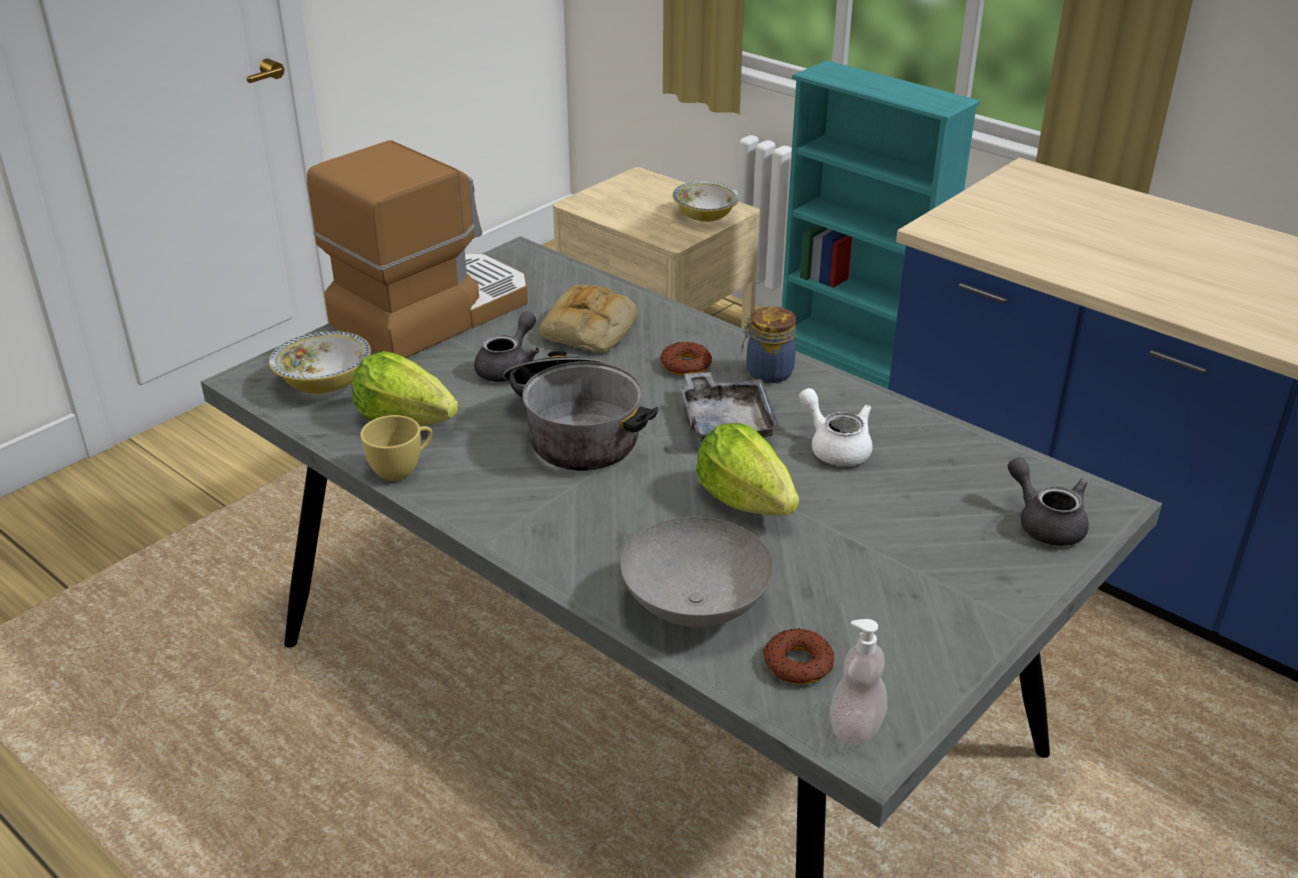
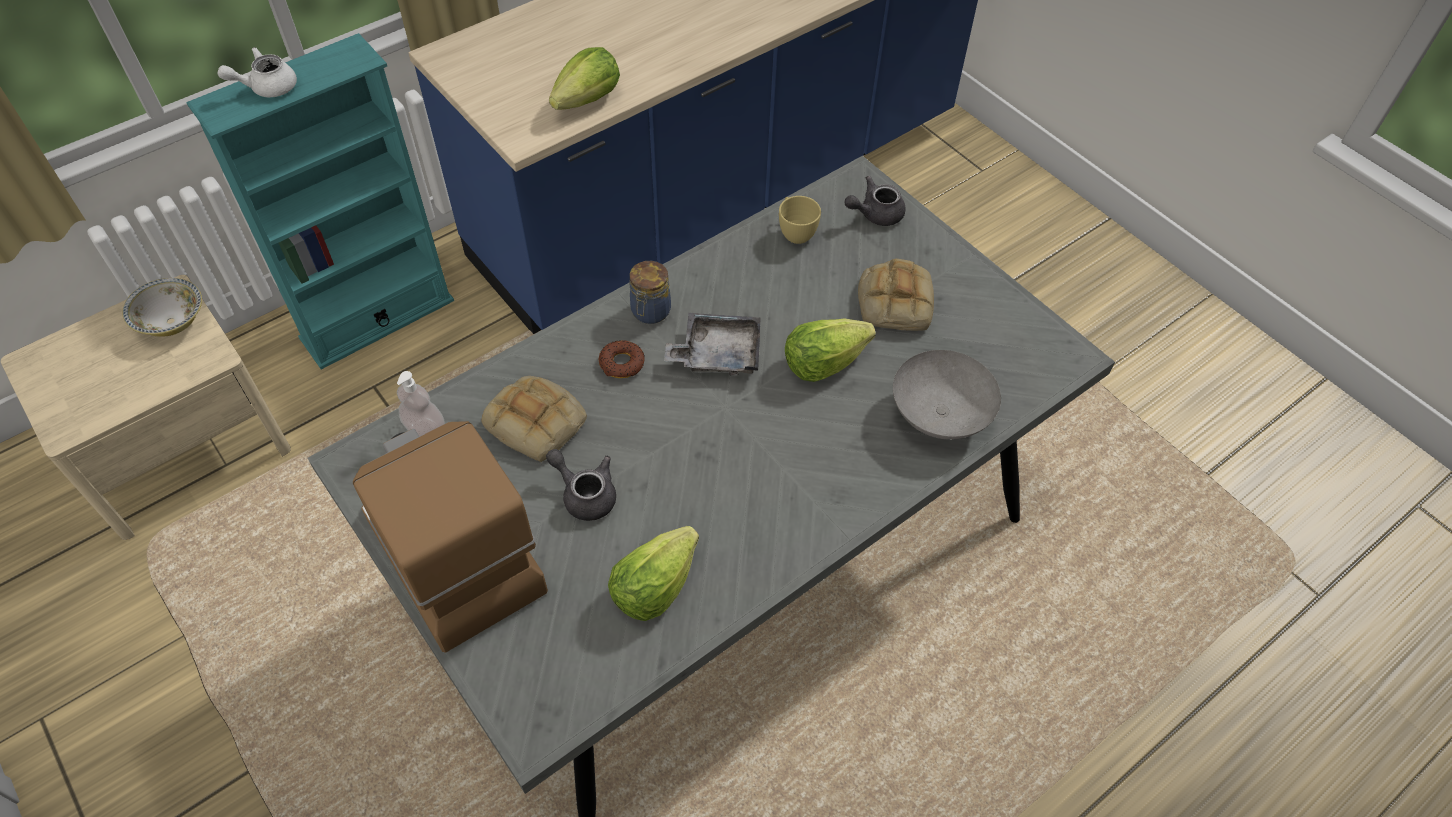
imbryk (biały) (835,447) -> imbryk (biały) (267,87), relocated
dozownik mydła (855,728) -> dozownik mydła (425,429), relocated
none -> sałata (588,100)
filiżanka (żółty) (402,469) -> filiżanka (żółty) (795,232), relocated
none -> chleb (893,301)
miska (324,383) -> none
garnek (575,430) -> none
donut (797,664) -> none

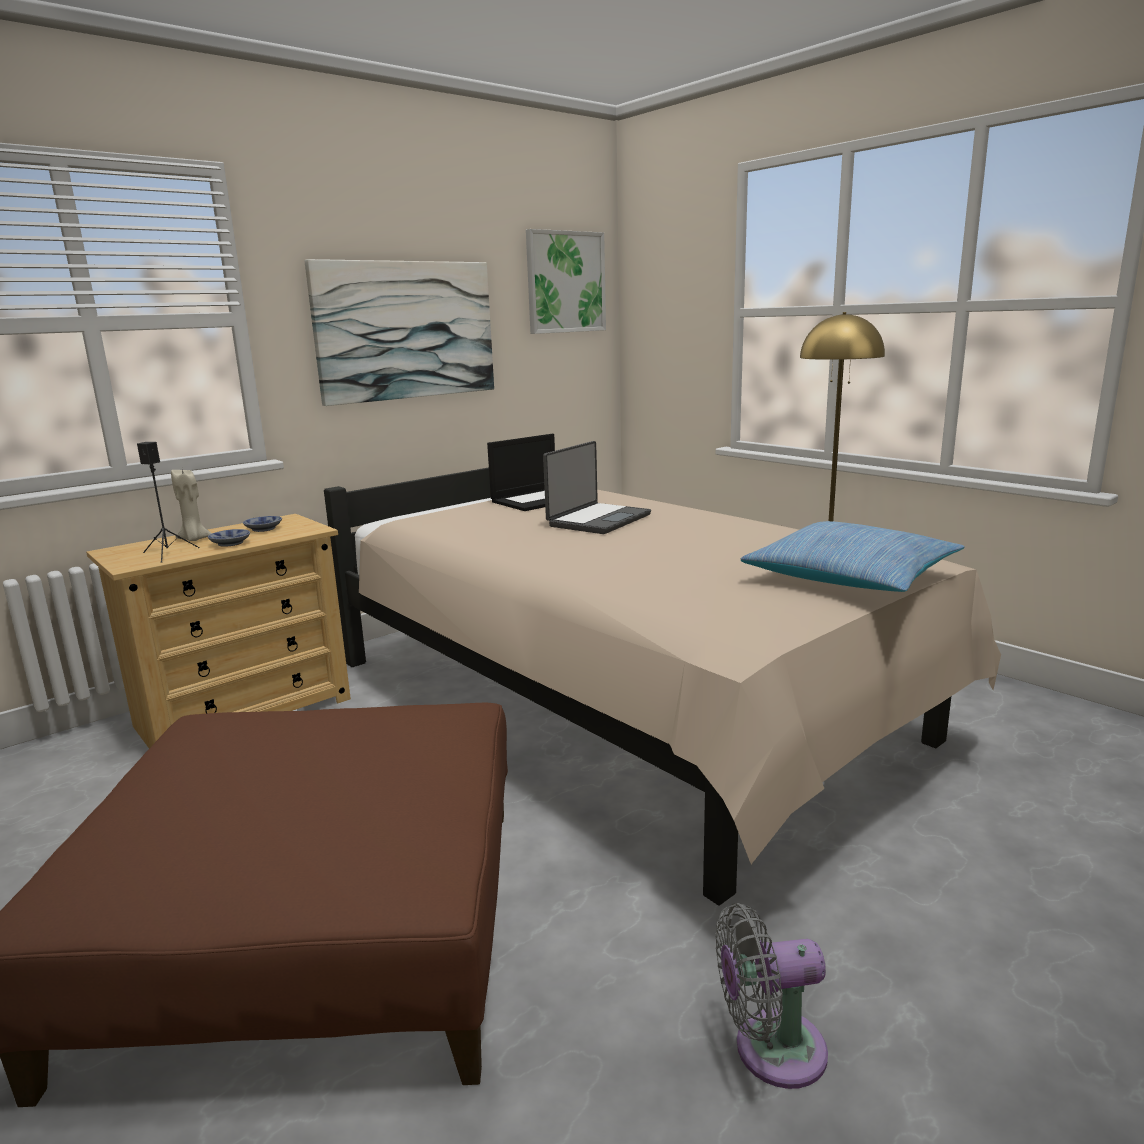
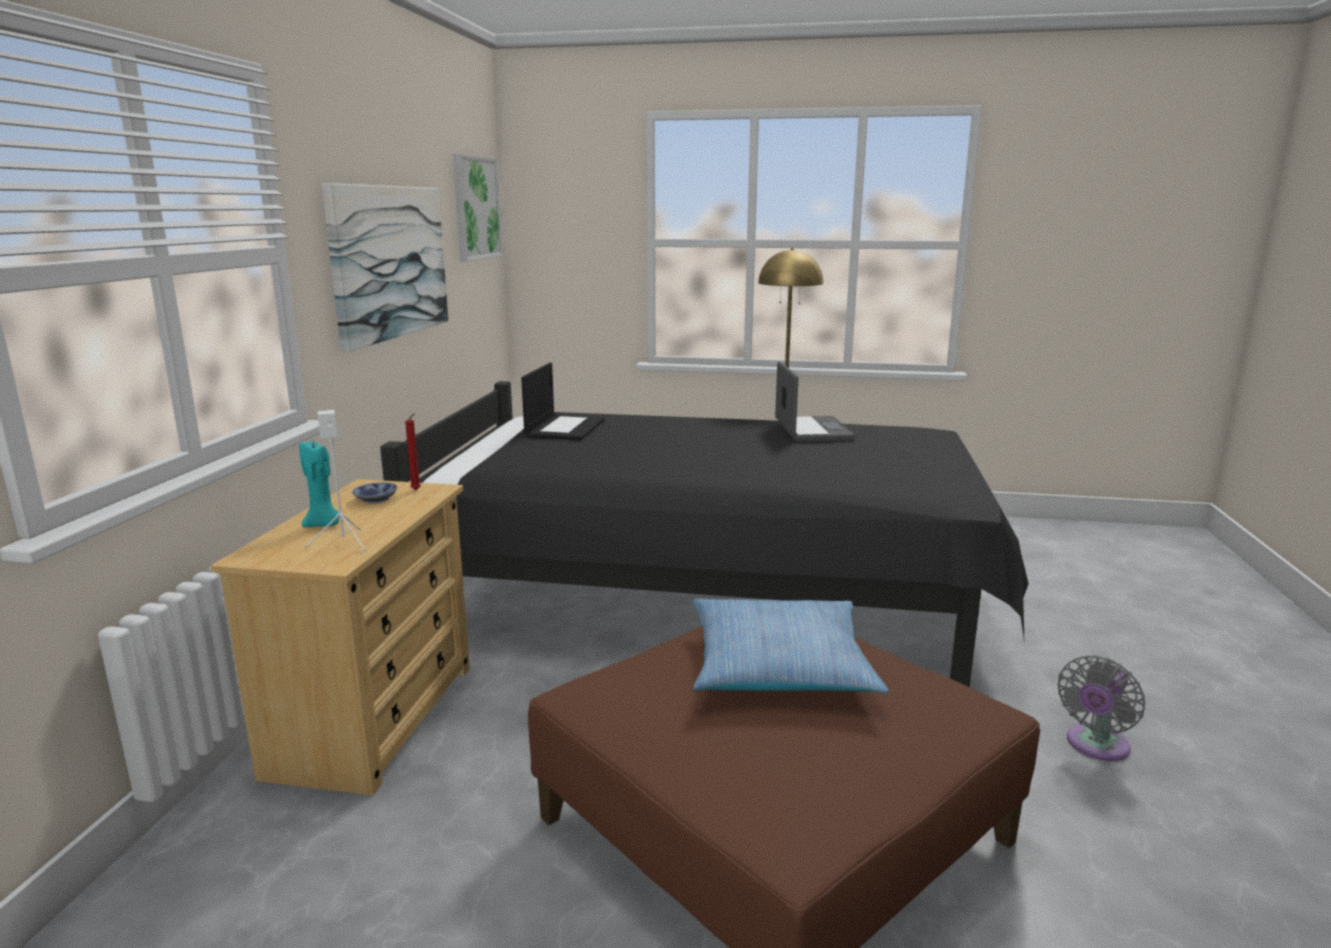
świeca (beżowy) (194,539) -> świeca (turkusowy) (324,524)
głośnik (czarny) (169,554) -> głośnik (biały) (344,543)
łóżko (beżowy) (624,705) -> łóżko (czarny) (713,597)
none -> świeca (czerwony) (417,490)
poduszka (851,577) -> poduszka (779,665), relocated
laptop (597,520) -> laptop (811,431), relocated
miska (230,544) -> none

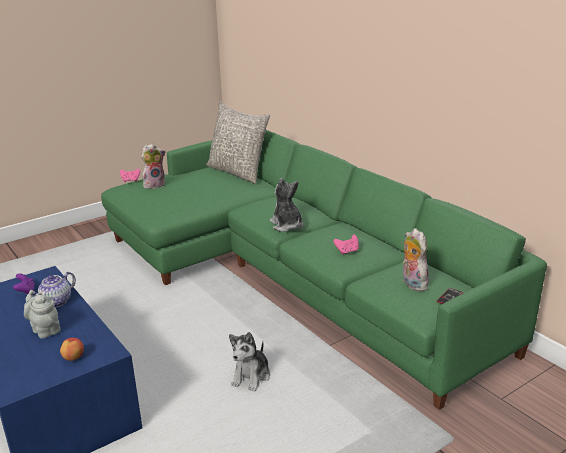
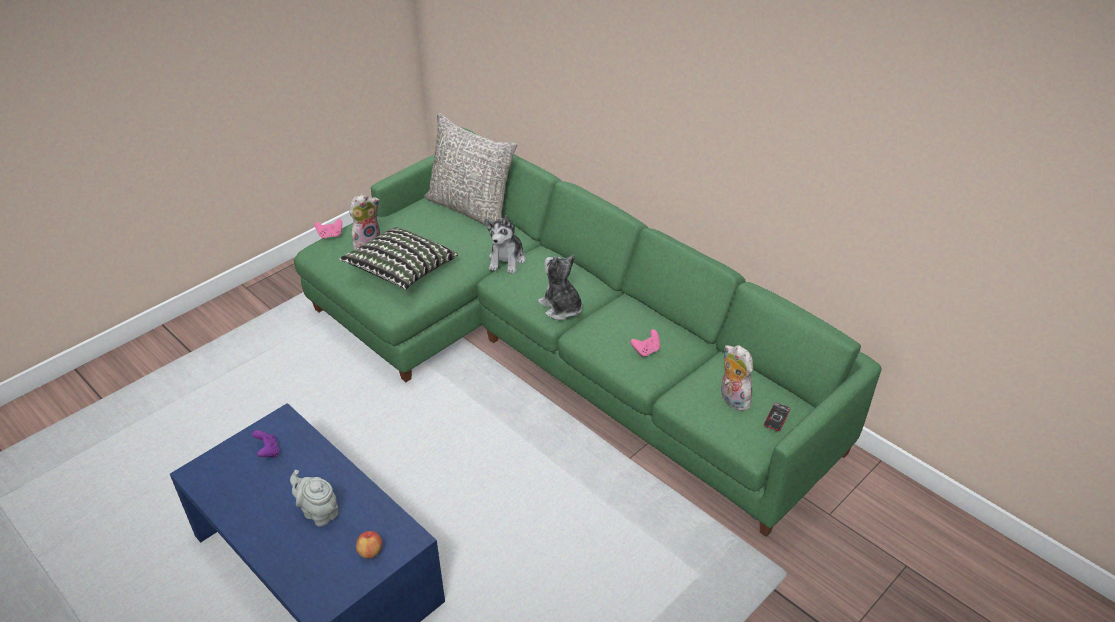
none -> poduszka (401,271)
pluszak (251,377) -> pluszak (507,260), relocated
imbryk (56,302) -> none

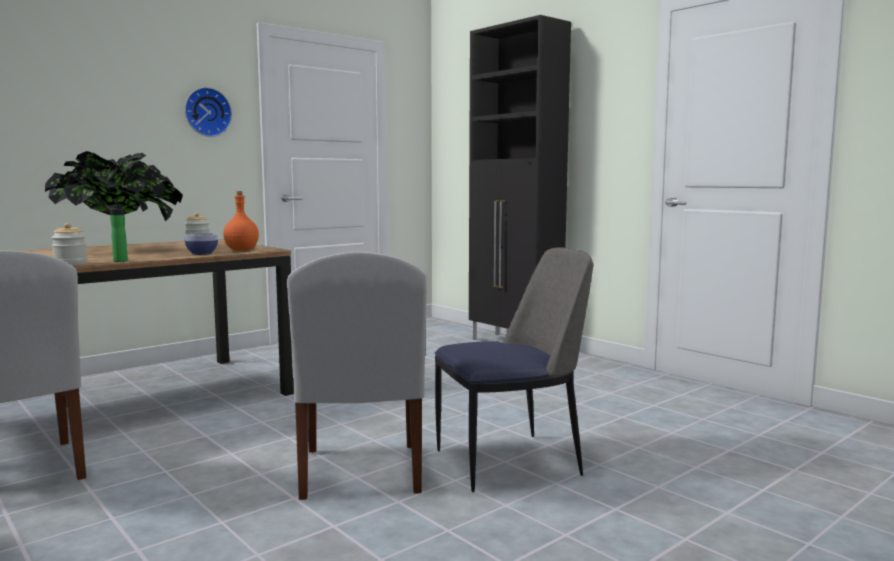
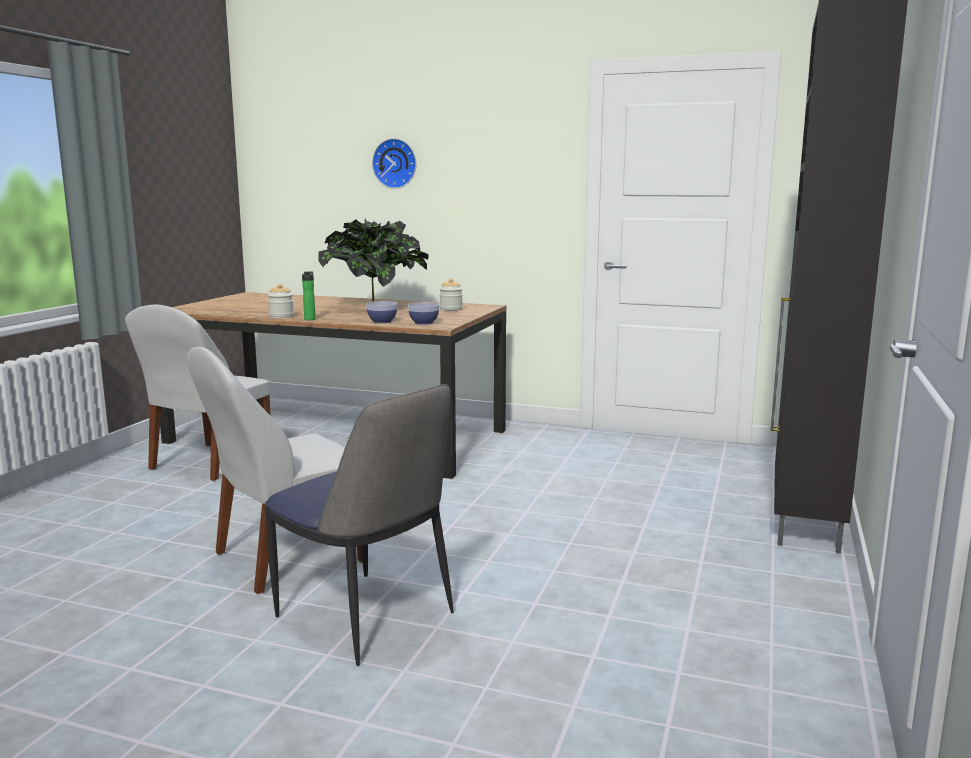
zegar ścienny (207,112) -> zegar ścienny (395,163), relocated
butelka (pomarańczowy) (241,250) -> miska (423,323)

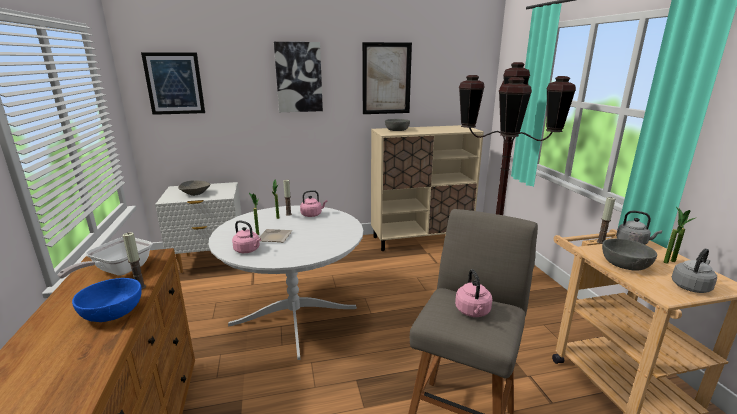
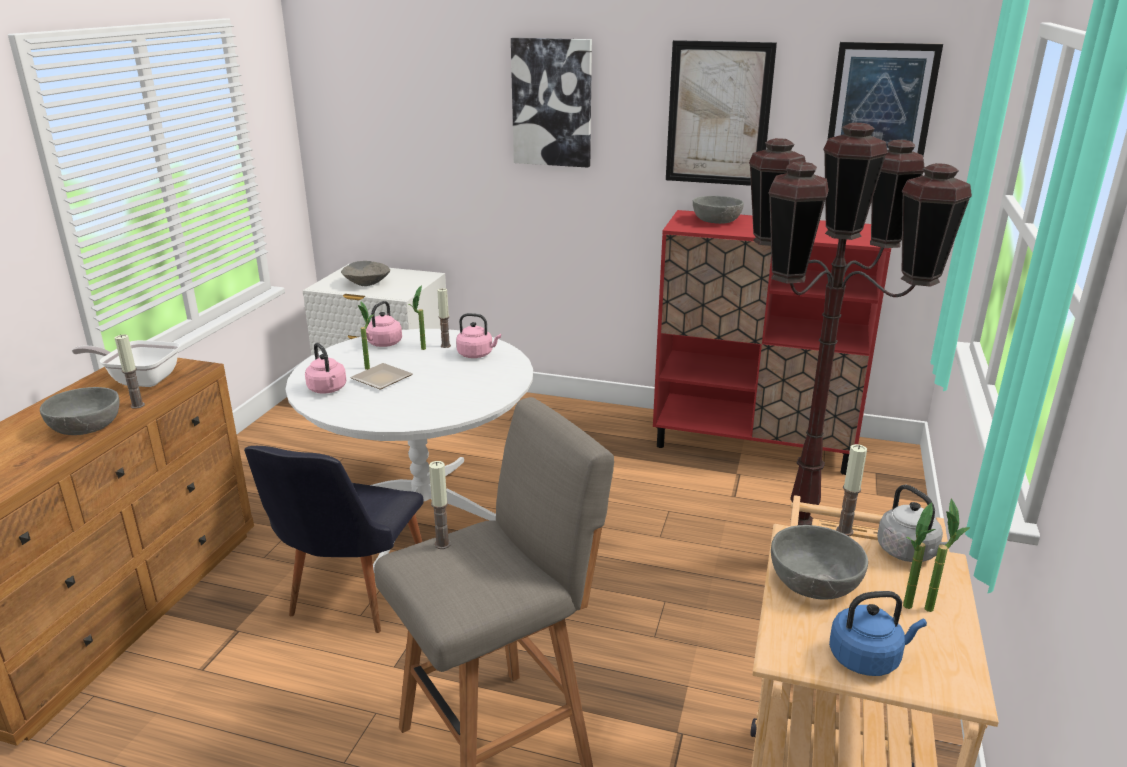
miska (niebieski) (112,311) -> miska (szary) (86,426)
patelnia (118,271) -> patelnia (140,380), 45 degrees clockwise
none -> krzesło (czarny) (350,598)
czajnik (różowy) (473,312) -> czajnik (różowy) (383,344), relocated
none -> świeca (442,544)
szafka (beżowy) (421,239) -> szafka (czerwony) (753,444)
obraz (174,83) -> obraz (881,102), relocated
czajnik (szary) (691,286) -> czajnik (niebieski) (867,658)

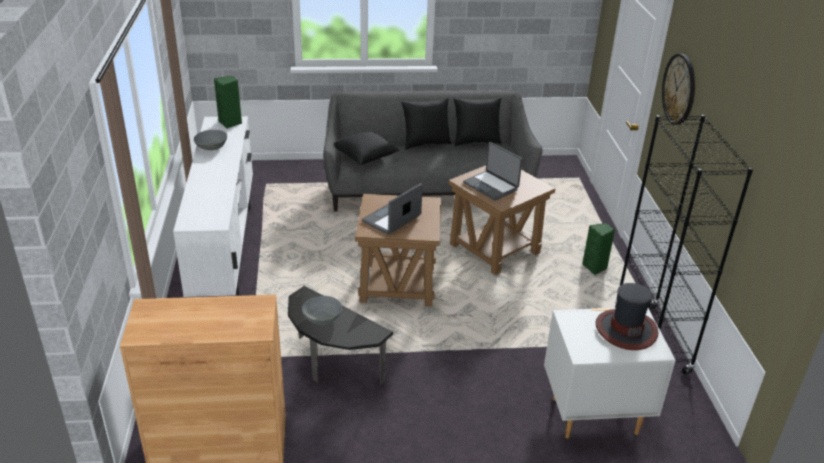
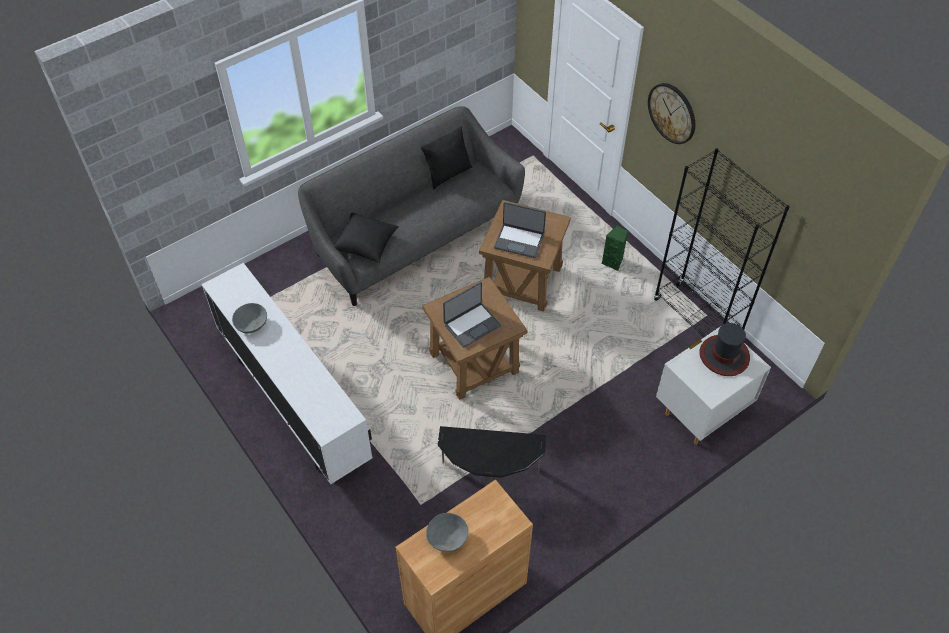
miska (szary) (323,318) -> miska (szary) (448,537), relocated
laptop (392,219) -> laptop (471,324), 135 degrees counterclockwise
głośnik (zielony) (230,123) -> none
poduszka (czarny) (425,143) -> none

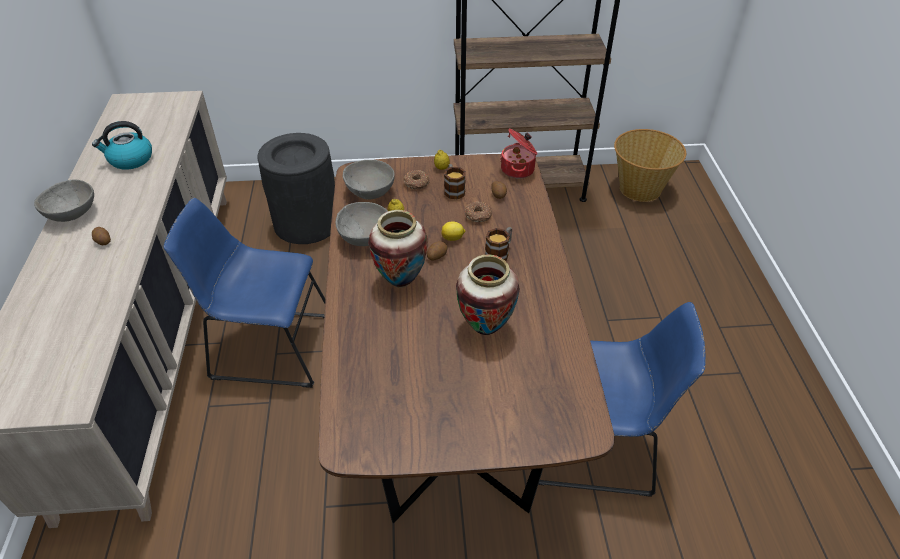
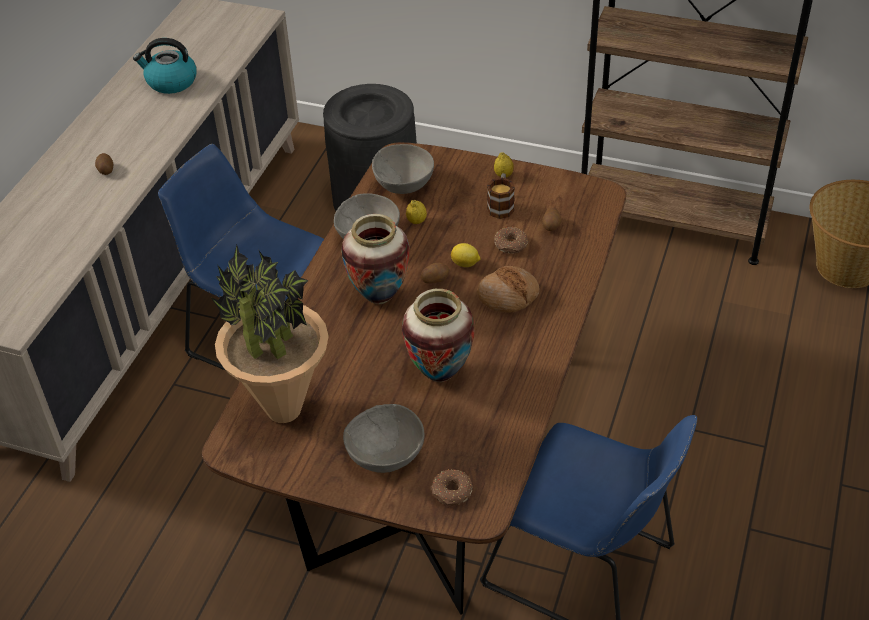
none -> roślina doniczkowa (283,410)
miska (szary) (72,214) -> miska (szary) (385,456), relocated
donut (416,183) -> donut (451,492), relocated
kubek (499,253) -> chleb (508,295)
garnek (518,169) -> none

